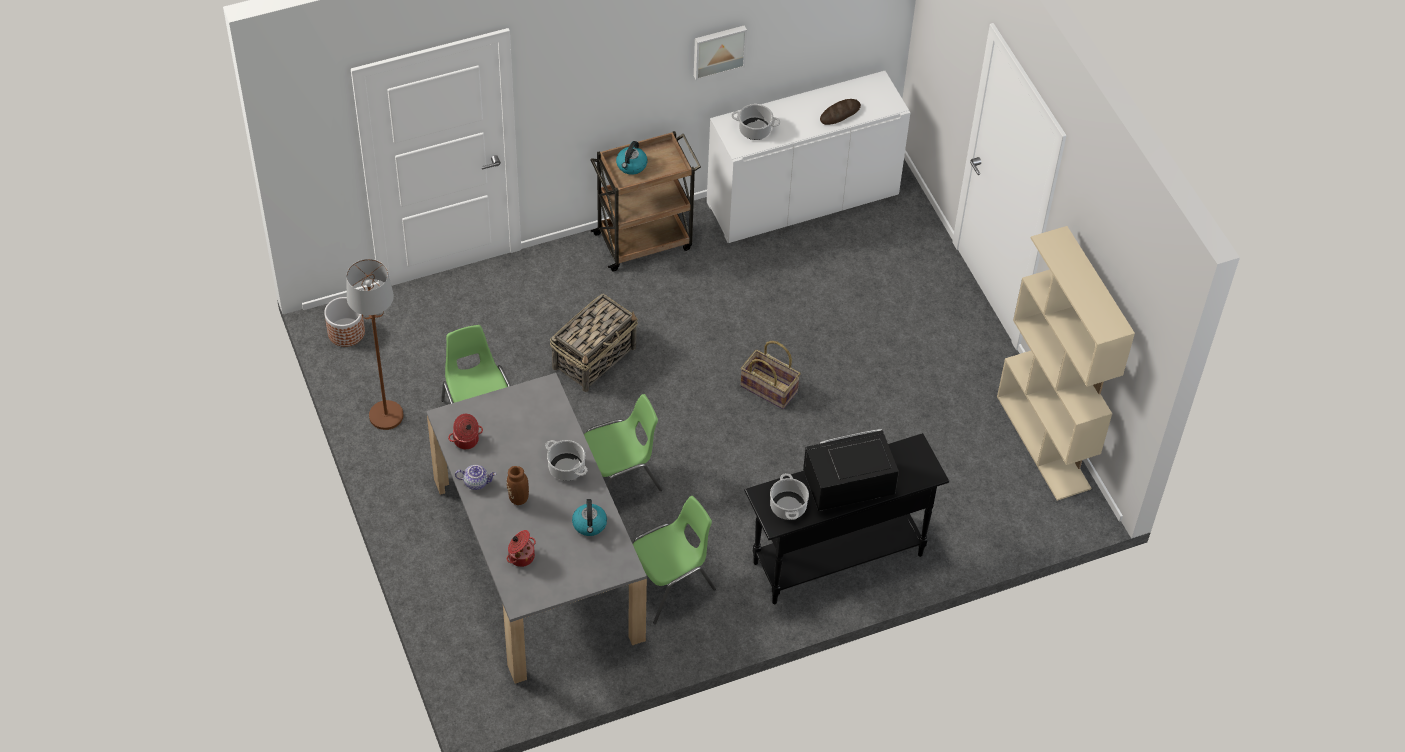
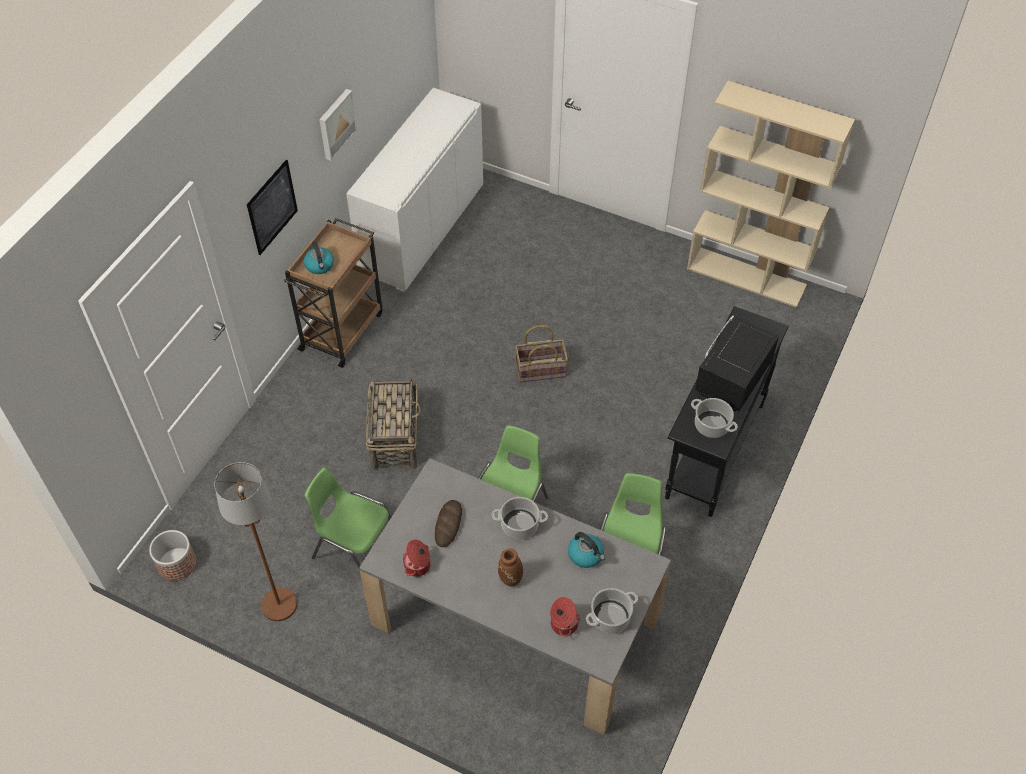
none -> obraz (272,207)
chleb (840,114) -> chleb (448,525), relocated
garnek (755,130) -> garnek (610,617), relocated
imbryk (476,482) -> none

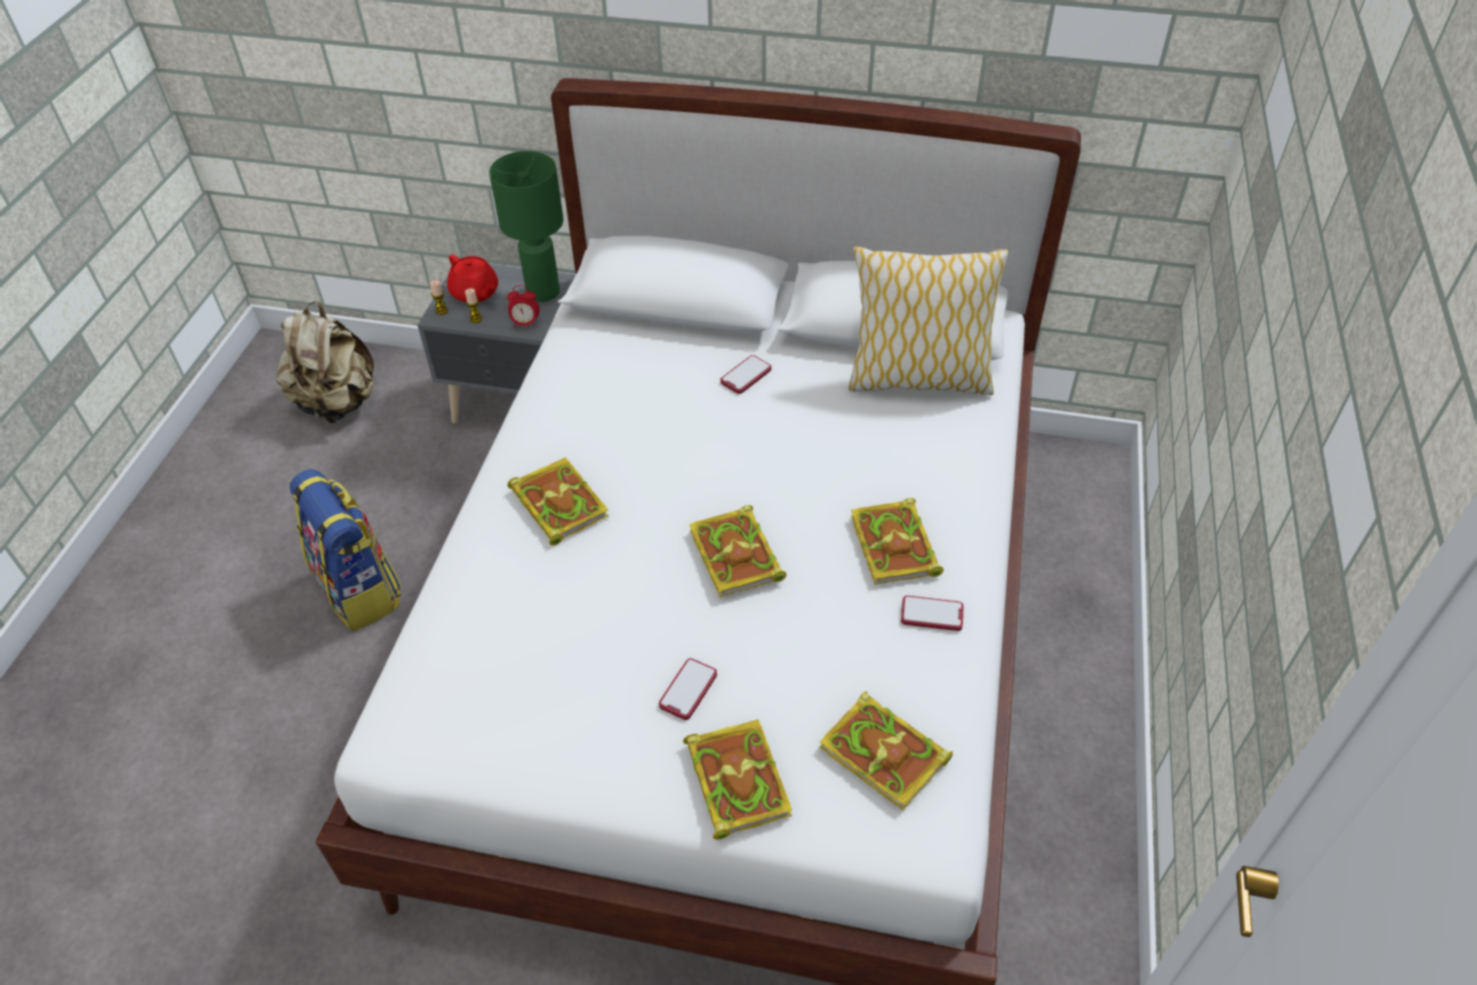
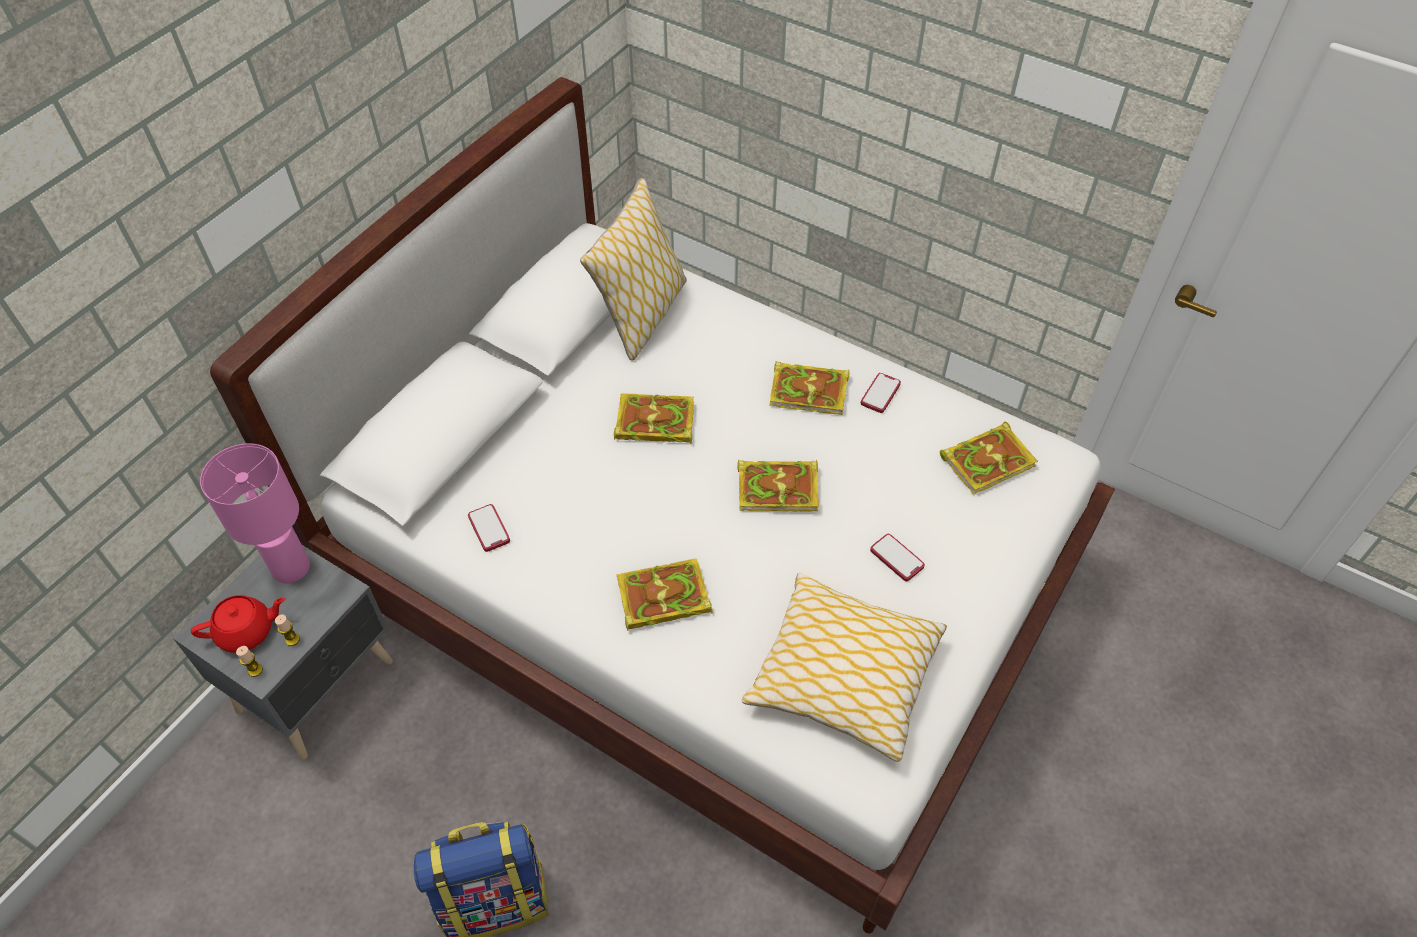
lampa stołowa (zielony) (543,292) -> lampa stołowa (różowy) (292,568)
telefon (746,376) -> telefon (489,529), relocated
książka (735,778) -> książka (653,422), relocated
none -> poduszka (843,675)
plecak (beżowy) (337,403) -> none
budzik (525,324) -> none

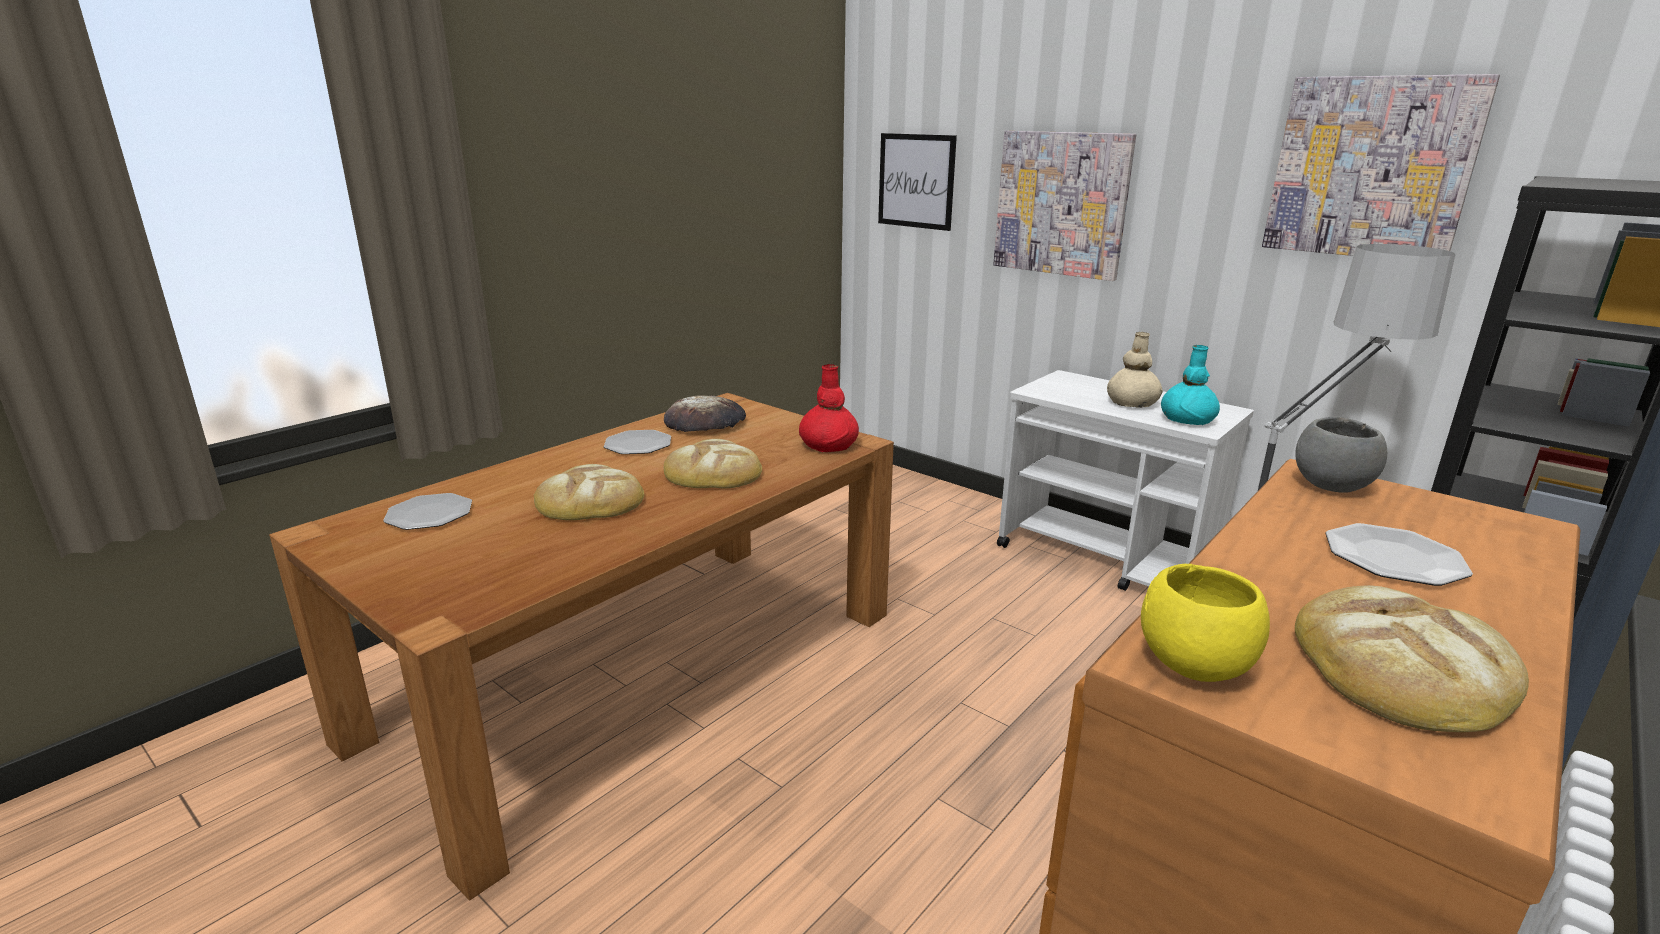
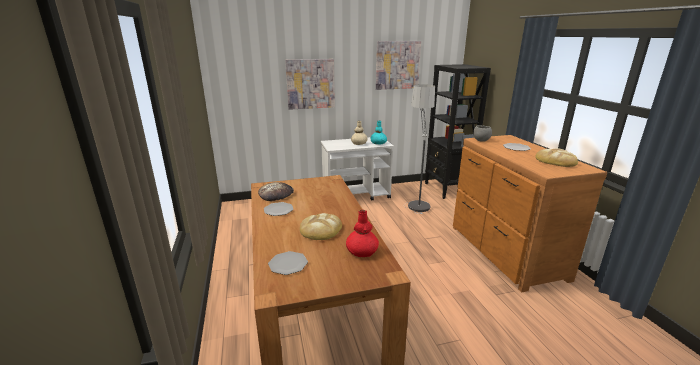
wazon (czerwony) (829,445) -> wazon (czerwony) (362,251), relocated
chleb (712,472) -> none
obraz (916,181) -> none
miska (żółty) (1195,666) -> none

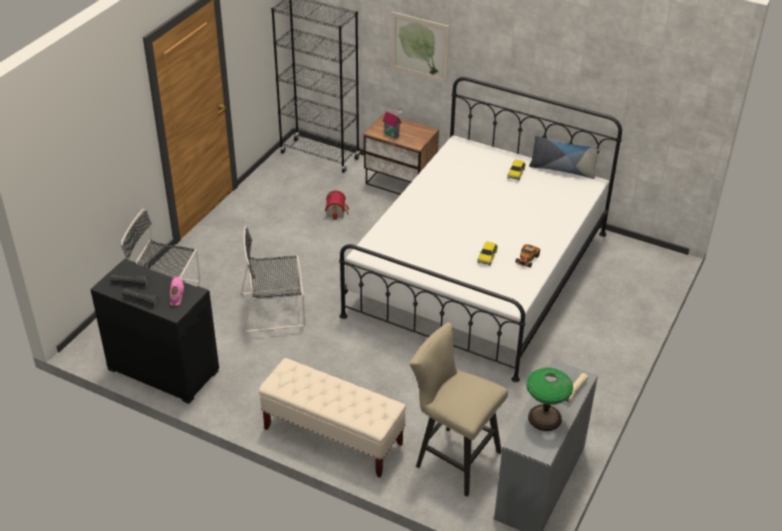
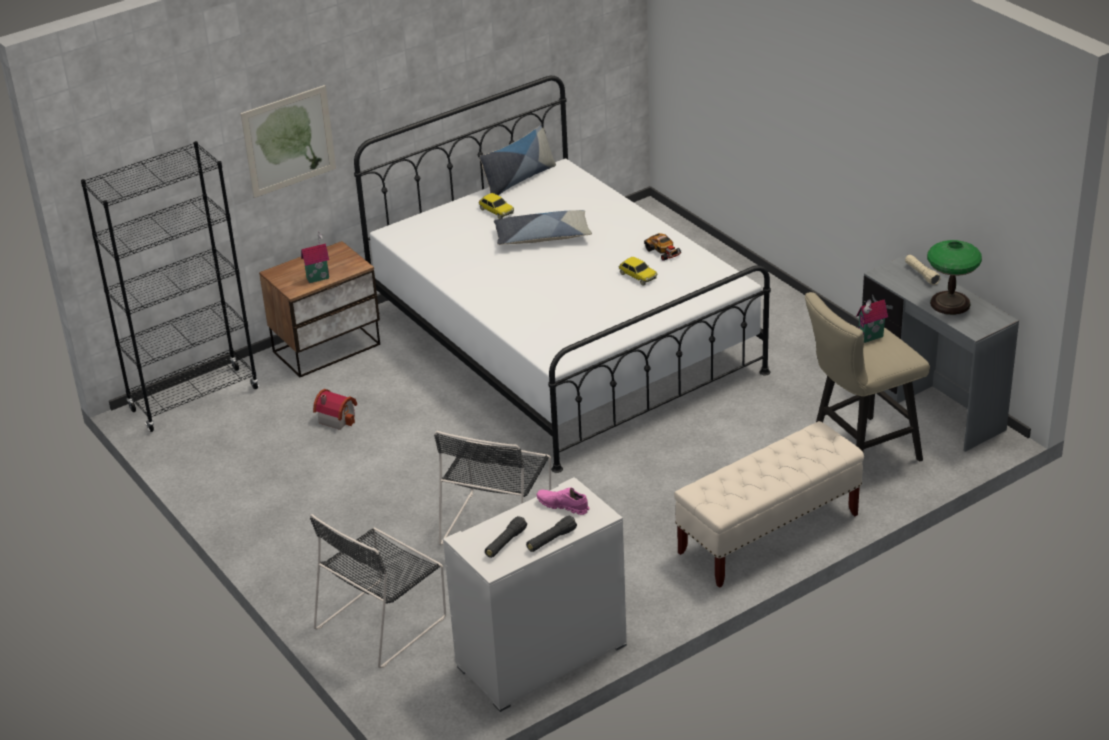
komoda (czarny) (162,370) -> komoda (biały) (542,656)
none -> poduszka (542,237)
none -> domek (871,338)

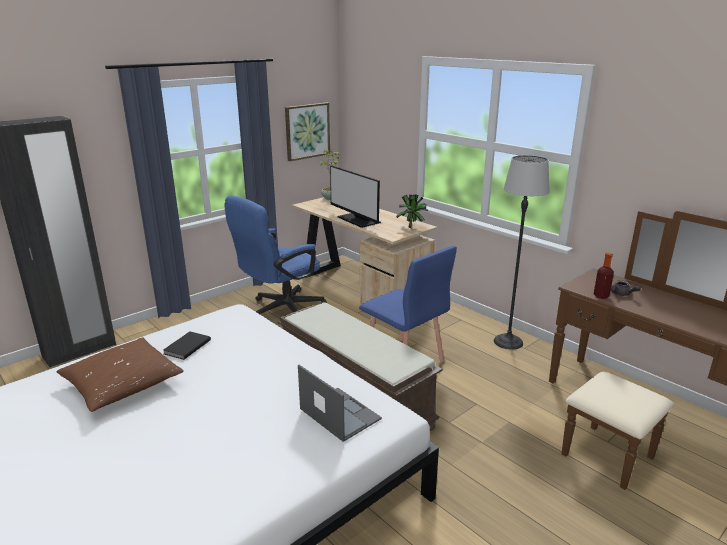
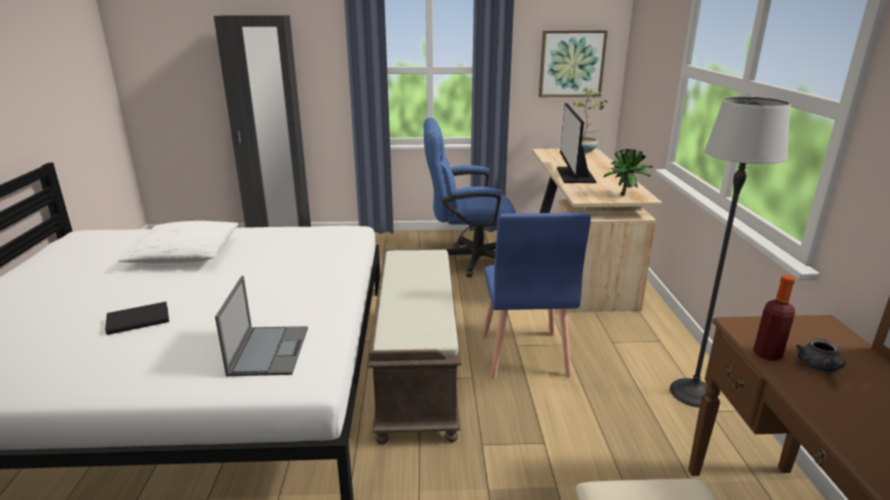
książka (czarny) (186,347) -> książka (czarny) (137,320), relocated
poduszka (brązowy) (122,384) -> poduszka (biały) (185,255)

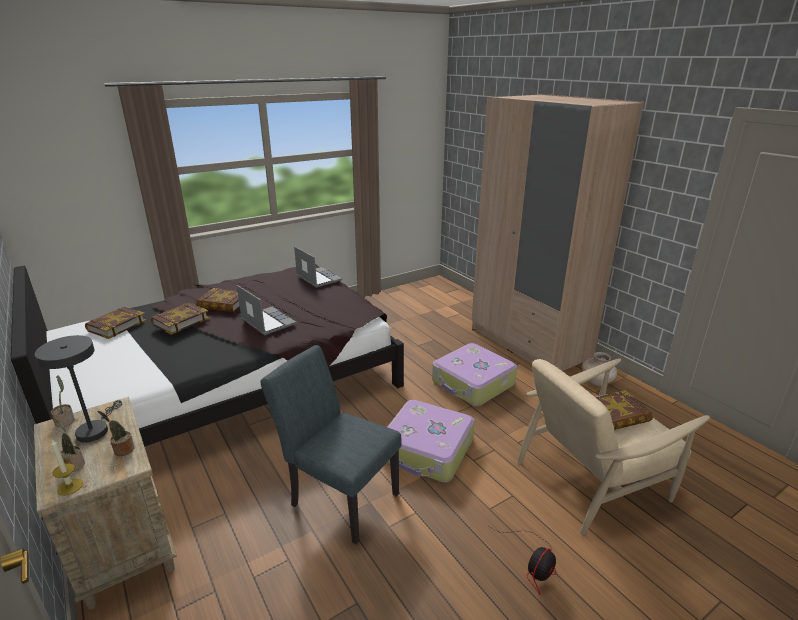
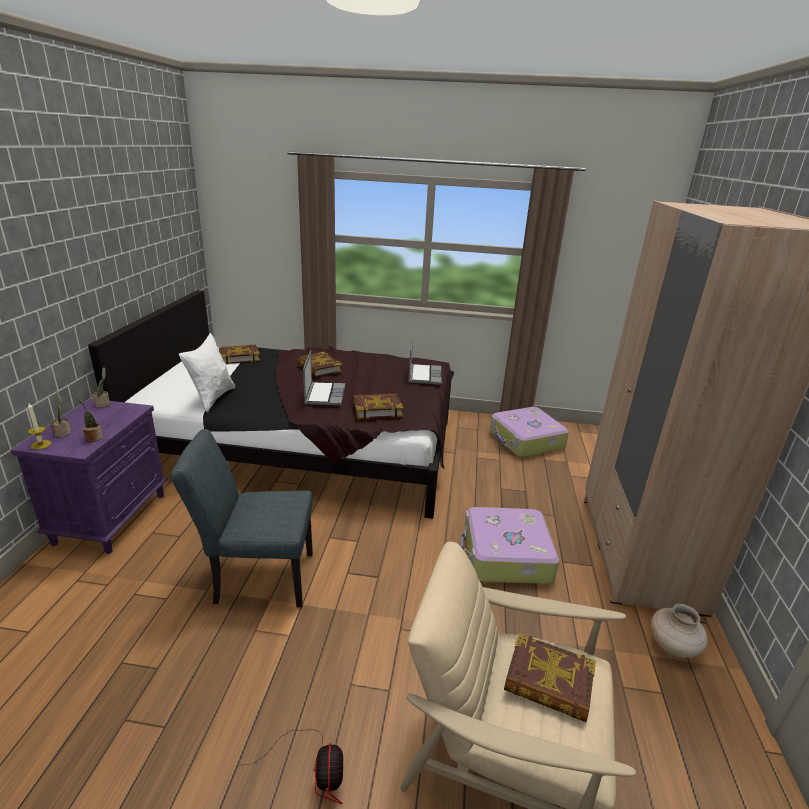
szafka nocna (beżowy) (123,545) -> szafka nocna (fioletowy) (111,517)
krzesło (szary) (338,496) -> krzesło (szary) (256,577), 75 degrees counterclockwise
none -> poduszka (biały) (212,398)
wentylator (534,564) -> wentylator (315,770), 90 degrees counterclockwise
książka (180,321) -> książka (377,409), relocated
walizka (427,450) -> walizka (526,441), relocated
lampa stołowa (szary) (95,429) -> none

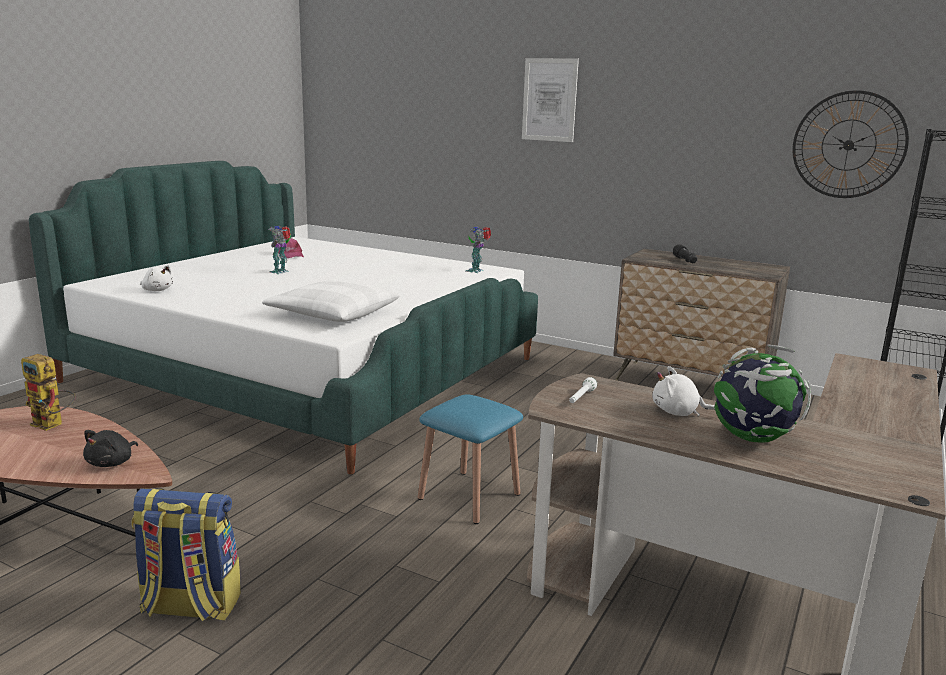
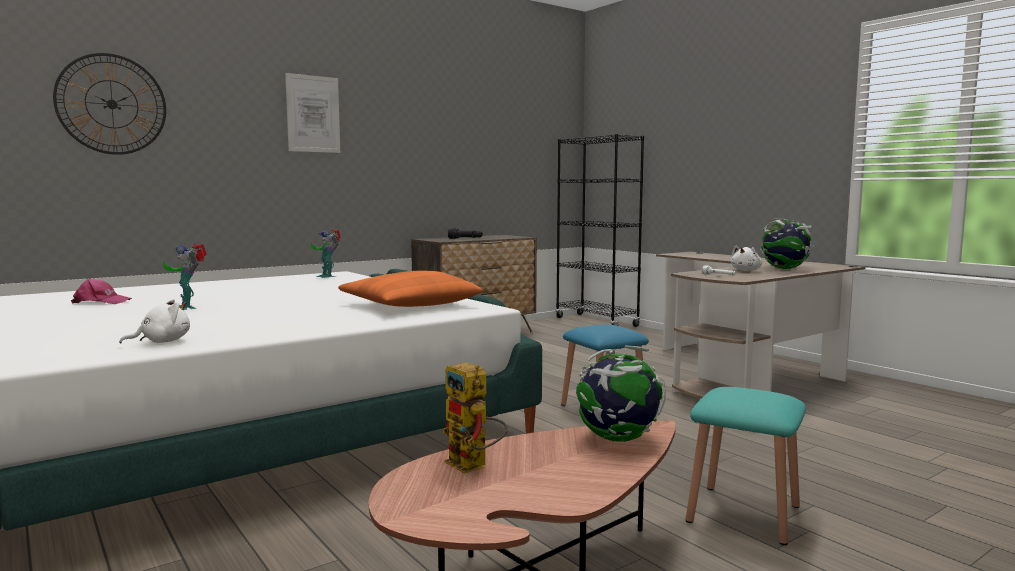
zegar ścienny (848,145) -> zegar ścienny (111,104), relocated
poduszka (biały) (333,313) -> poduszka (pomarańczowy) (409,305)
robot zabawkowy (53,425) -> robot zabawkowy (474,466), 90 degrees clockwise
pluszak (czarny) (112,463) -> globus (618,439)
plecak (190,606) -> stołek (turkusowy) (743,513)

